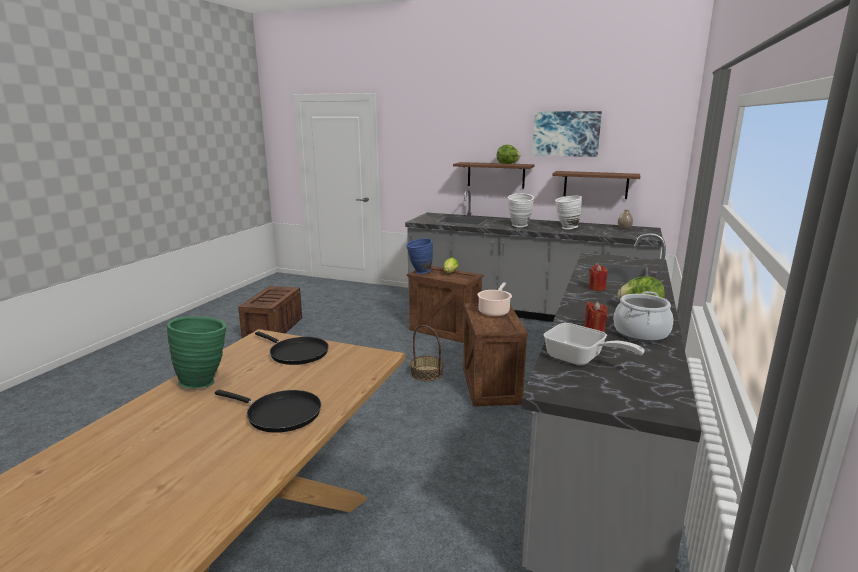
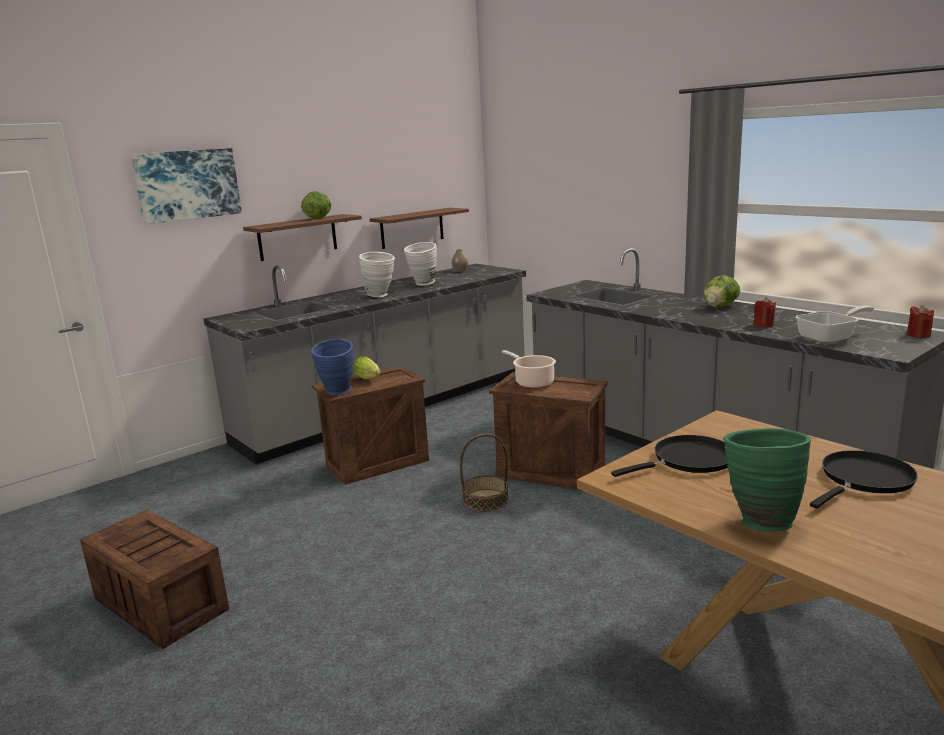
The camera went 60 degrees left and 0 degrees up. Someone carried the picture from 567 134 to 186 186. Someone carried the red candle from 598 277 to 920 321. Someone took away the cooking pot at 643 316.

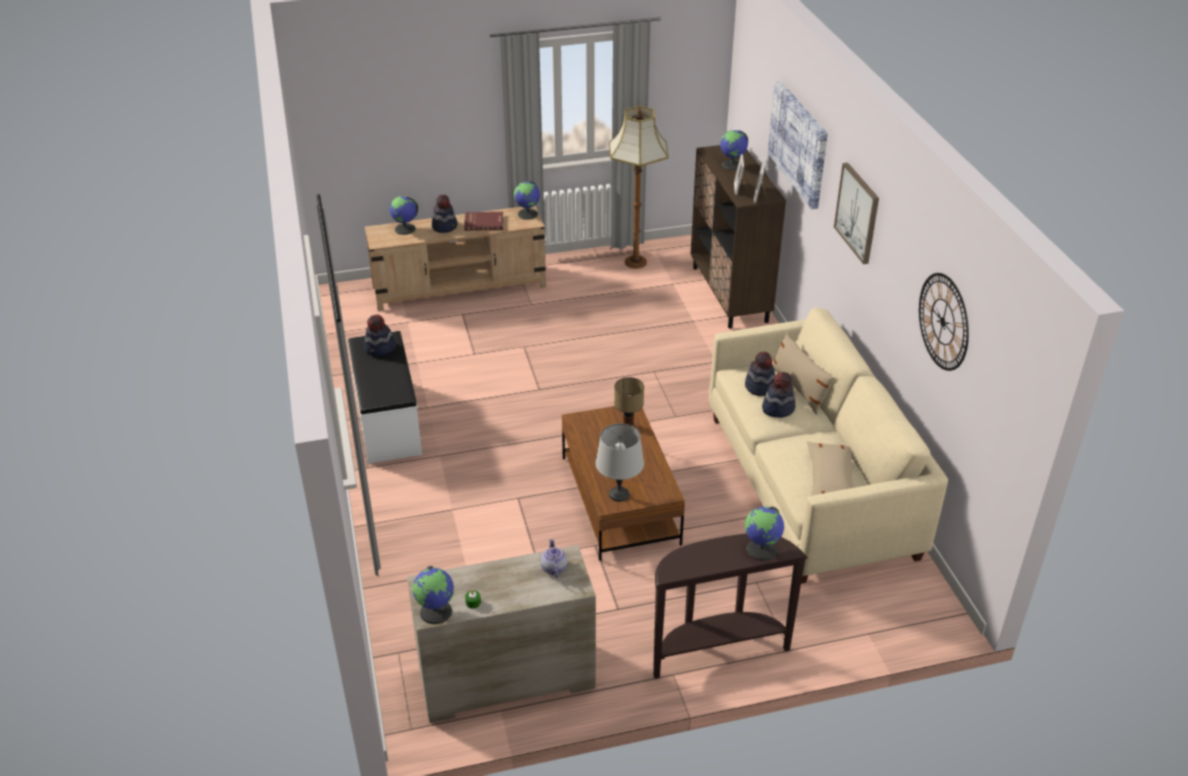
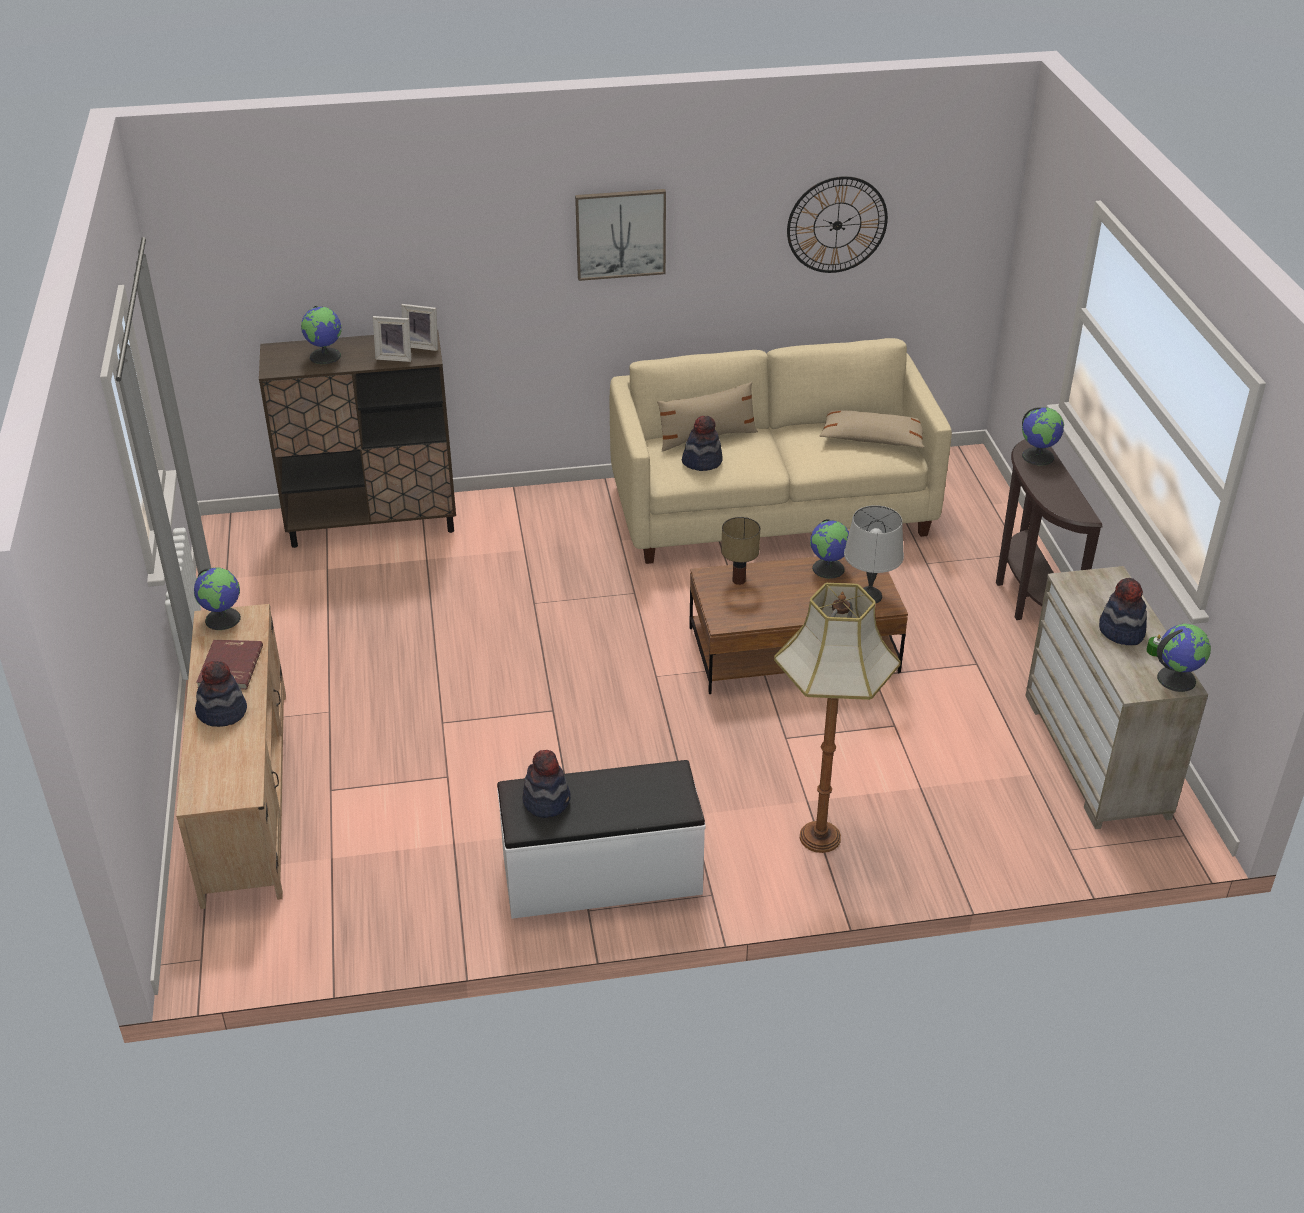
The camera went 85 degrees left and 0 degrees up. Someone carried the globe from 404 215 to 829 549. Someone took away the teapot at 554 558. Someone carried the floor lamp from 639 187 to 837 718. Someone carried the hat from 779 395 to 1123 611. Someone took away the picture at 798 145.

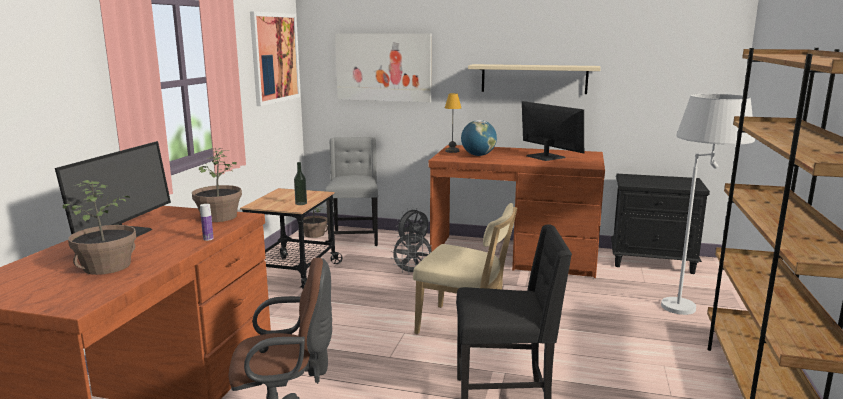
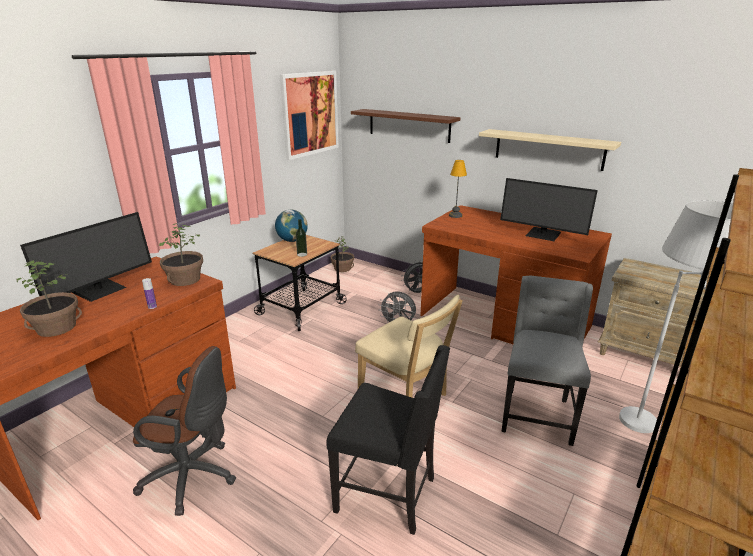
The camera went 20 degrees right and 10 degrees up. Someone carried the grey chair from 351 191 to 547 361. Someone swapped the picture at 383 67 for the brown shelf at 406 126. Someone carried the globe from 479 138 to 291 226. Someone rotated the monitor at 553 131 by 135 degrees clockwise. Someone repainted the black nightstand at 660 224, which became the beige nightstand at 653 312.

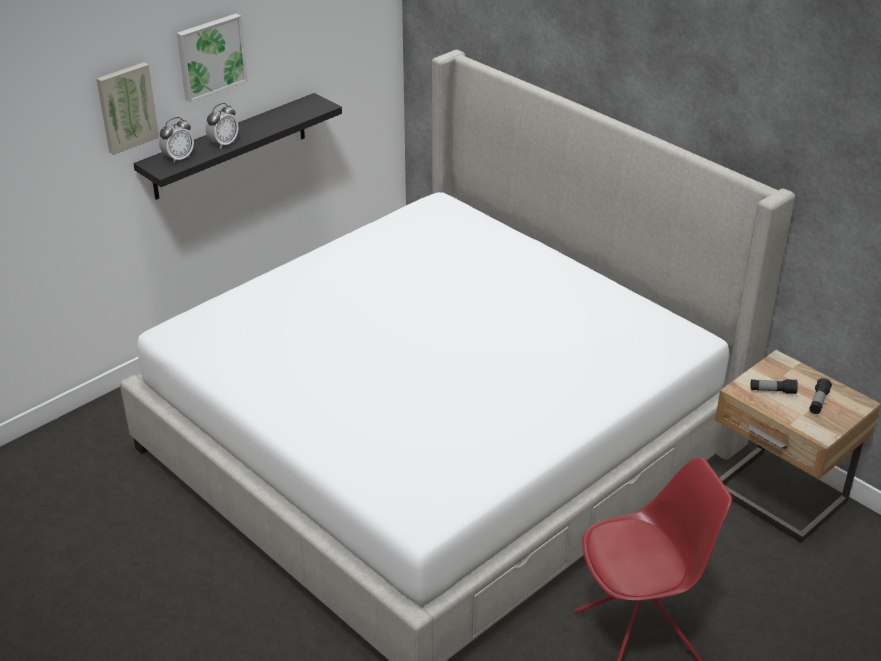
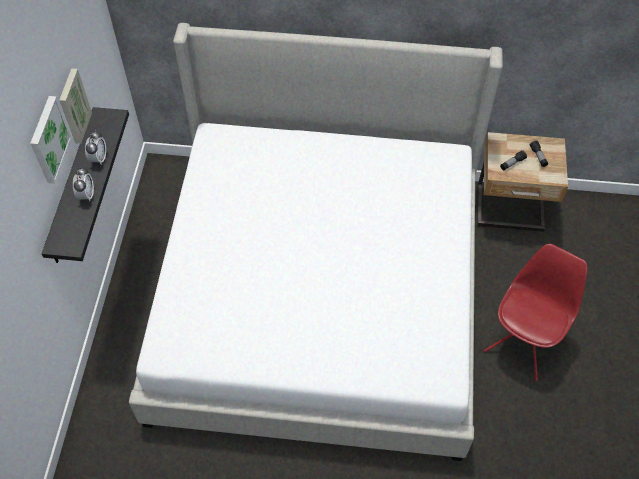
The camera went 40 degrees left and 20 degrees up. Someone carried the picture from 127 108 to 75 106. Someone carried the alarm clock from 176 140 to 95 147.

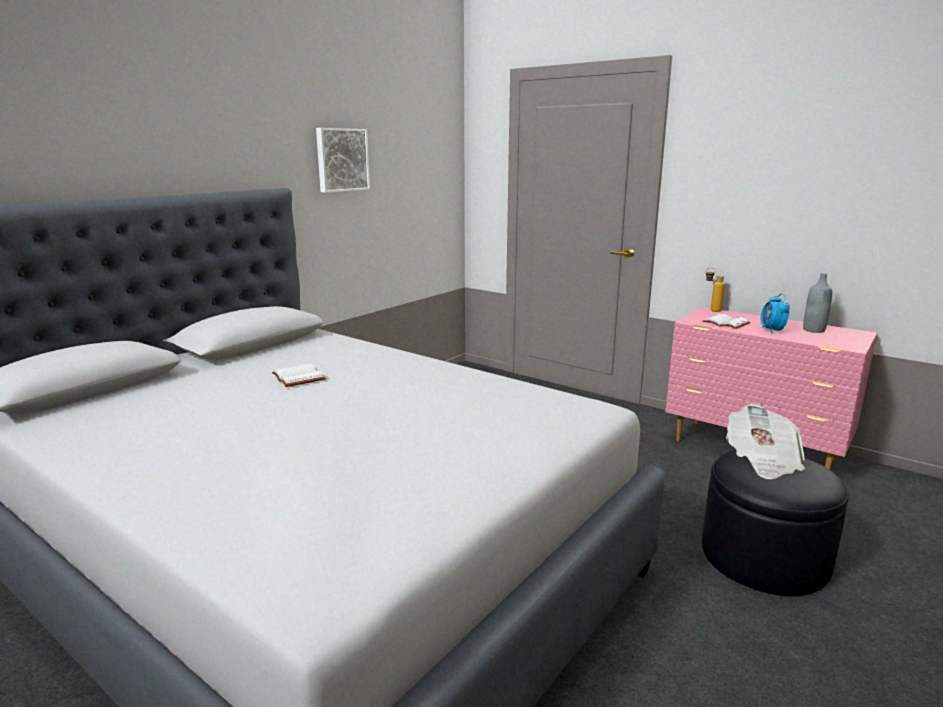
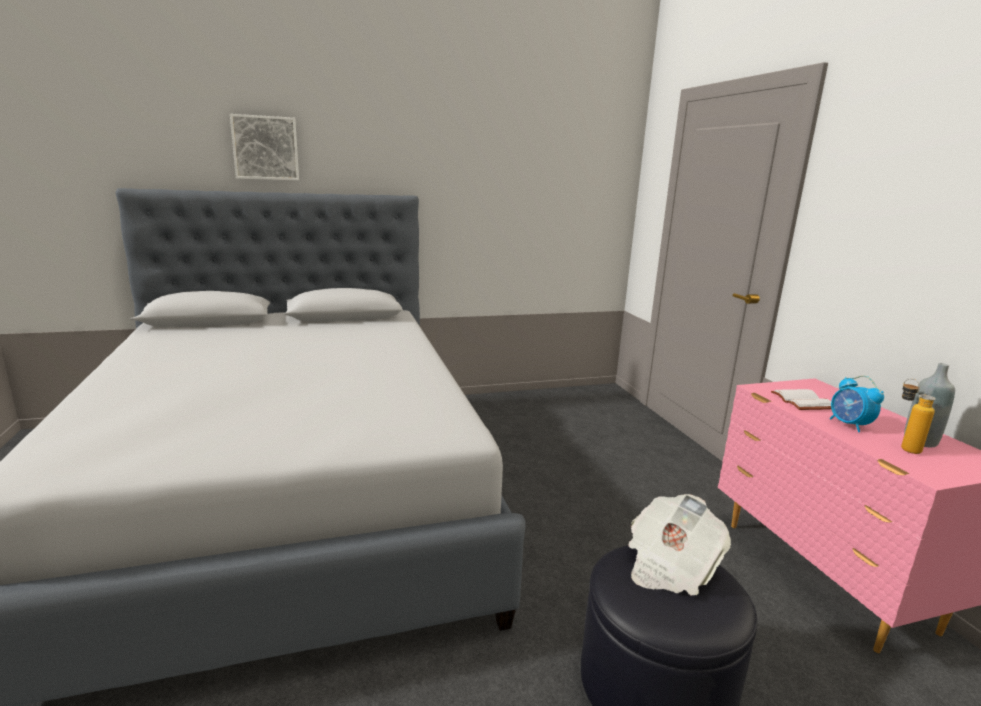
The camera went 35 degrees right and 0 degrees up. Someone took away the white book at 299 375. Someone carried the picture from 343 160 to 264 147. Someone carried the bottle from 715 290 to 918 416. Someone rotated the alarm clock at 775 313 by 60 degrees counterclockwise.

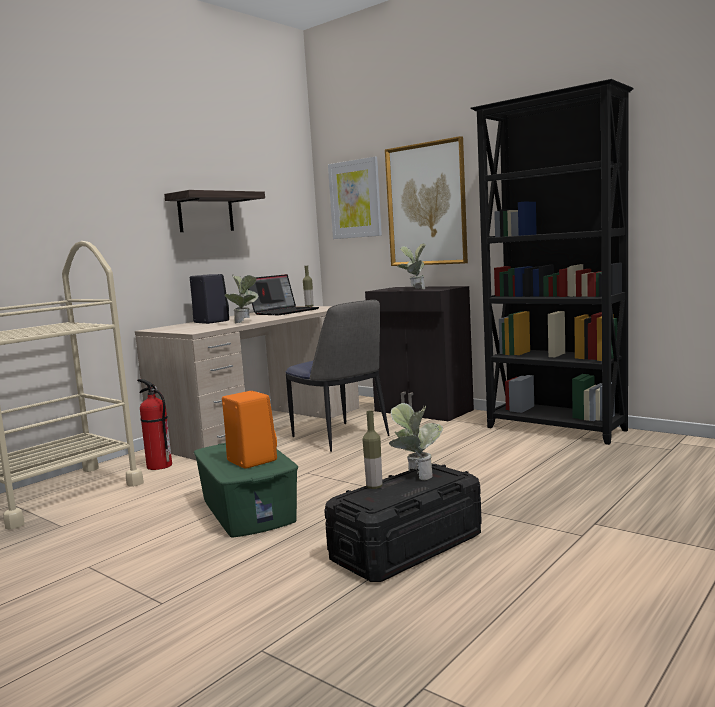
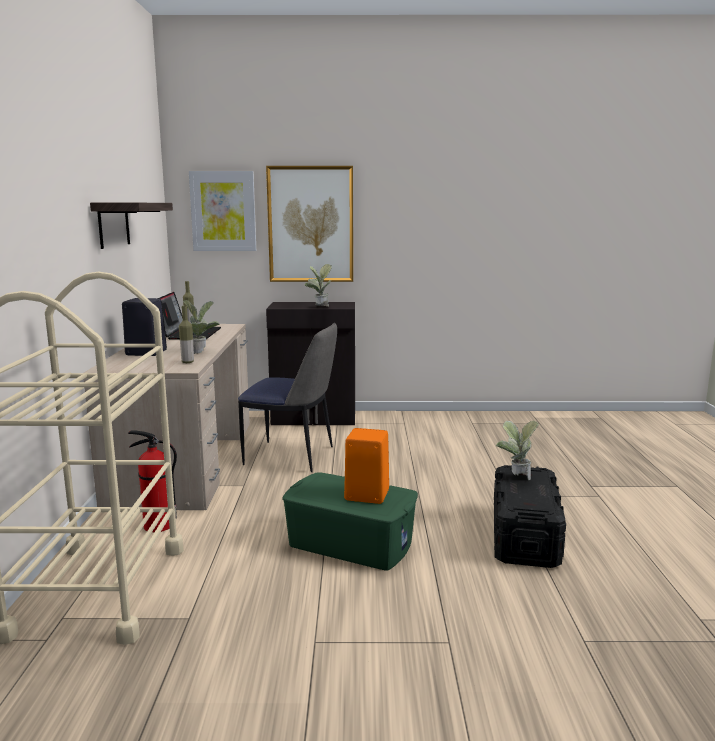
The camera went 40 degrees left and 5 degrees up. Someone carried the bottle from 372 450 to 186 334. Someone took away the black bookcase at 552 262.

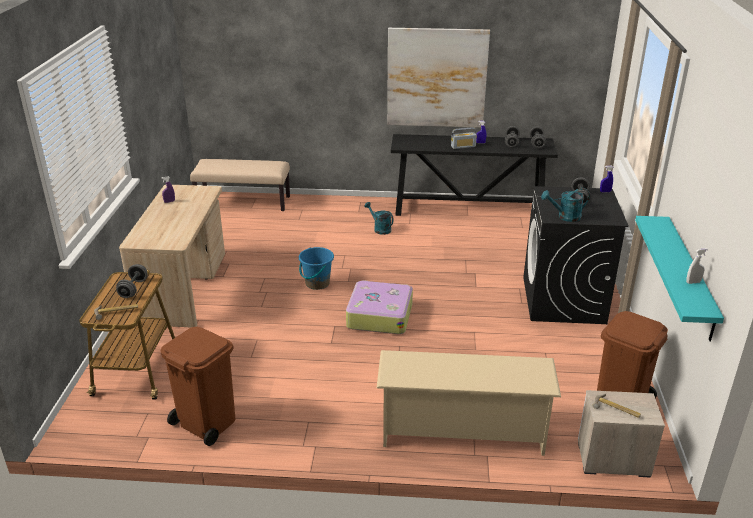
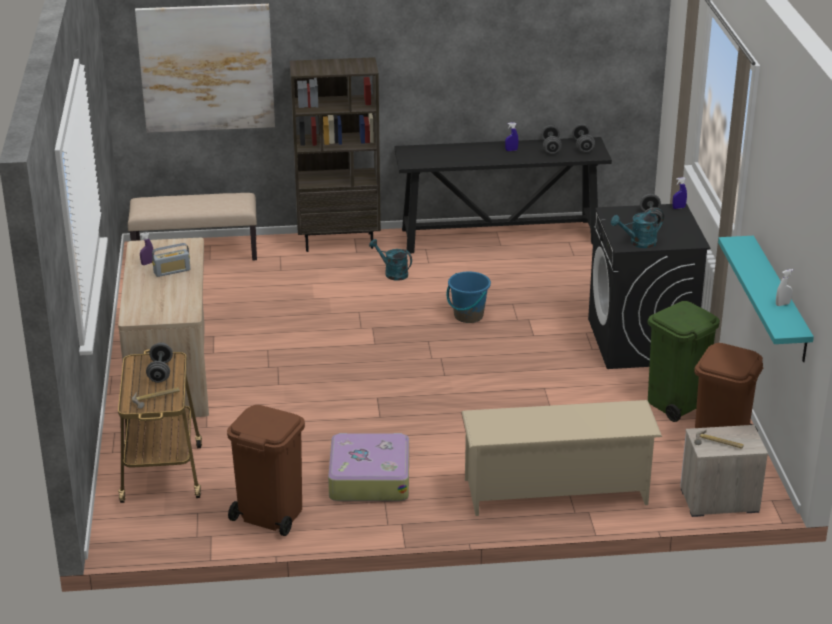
The camera went 10 degrees left and 0 degrees up. Someone carried the blue bucket from 316 268 to 469 297. Someone carried the suitcase from 379 307 to 368 467. Someone carried the picture from 438 77 to 205 68. Someone carried the radio from 464 138 to 171 260. Someone put down the brown bookcase at 335 154. Someone put down the green trash can at 684 361.

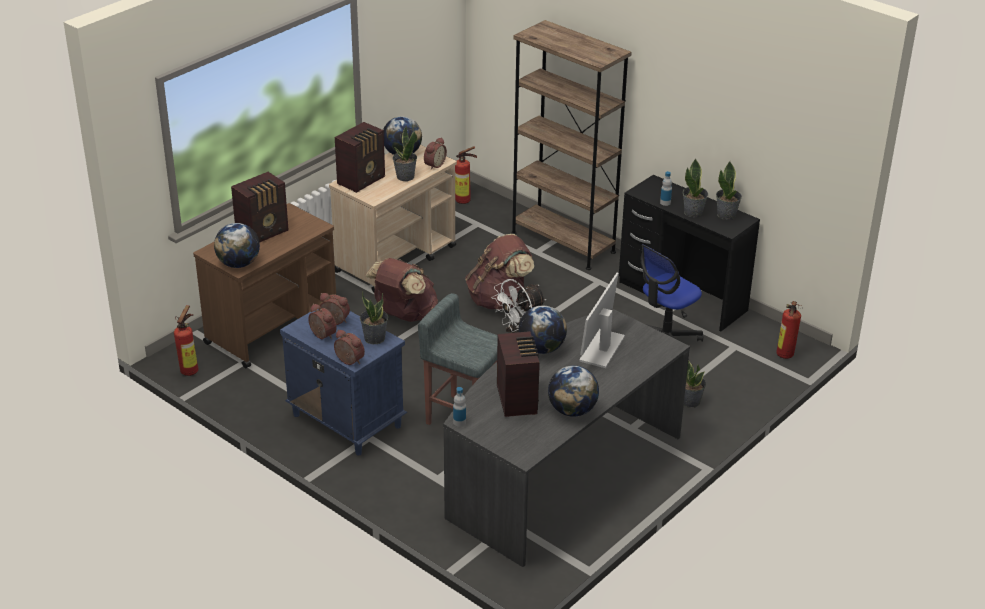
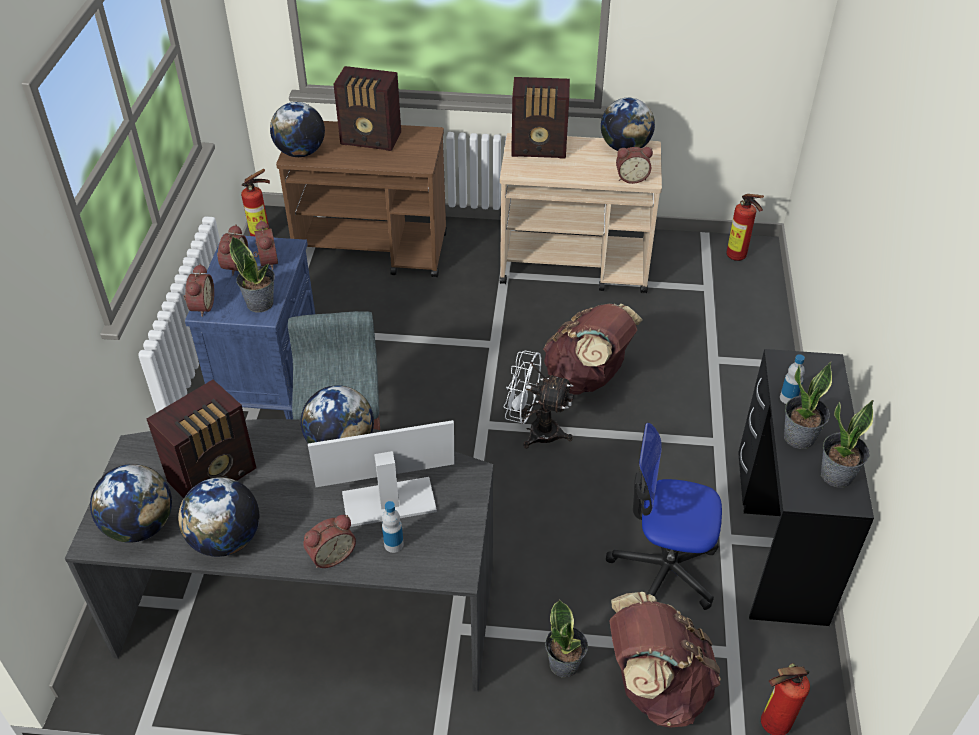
The camera went 55 degrees right and 10 degrees up. Someone carried the brown backpack from 401 290 to 665 660. Someone took away the potted plant at 404 153. Someone carried the bottle from 459 407 to 393 527. Someone took away the brown bookcase at 571 145. Someone put down the globe at 131 503. Someone put down the alarm clock at 329 541.

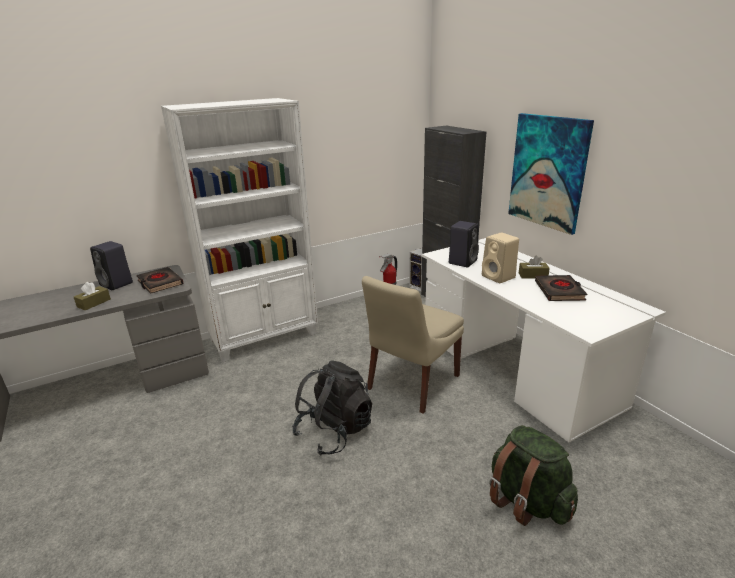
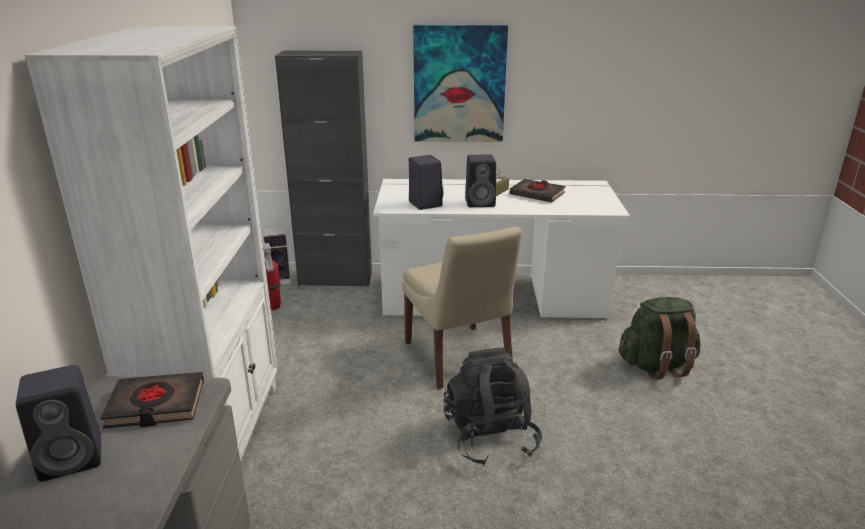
The camera went 60 degrees left and 0 degrees up. Someone took away the brown tissue box at 92 296. Someone repainted the beige speaker at 500 258, which became the black speaker at 480 180.

